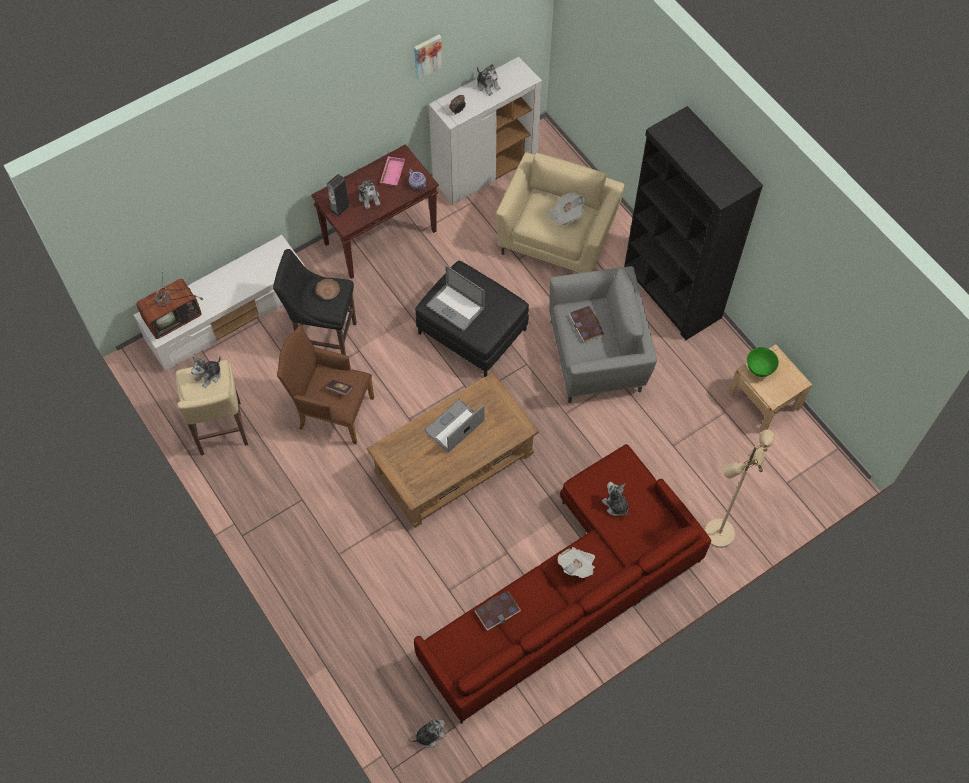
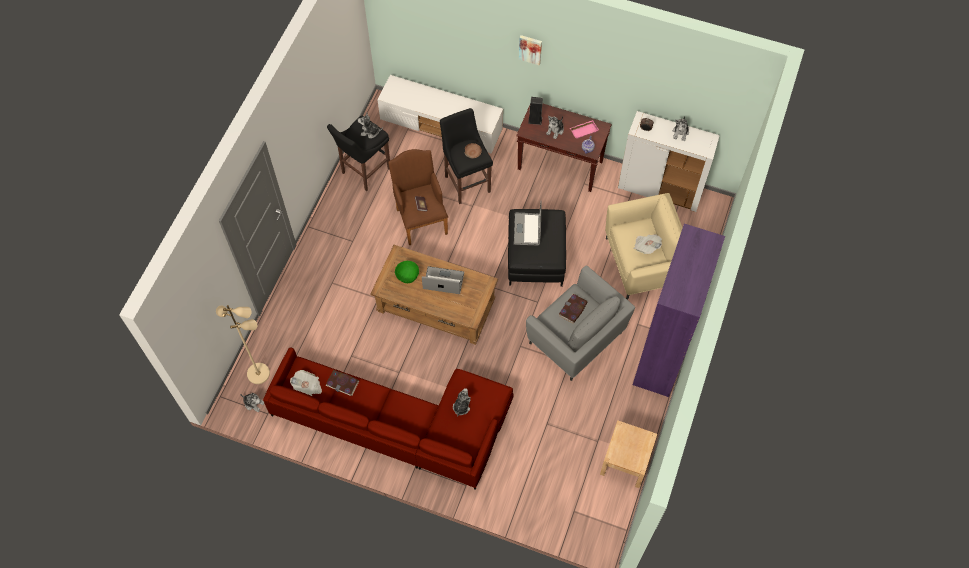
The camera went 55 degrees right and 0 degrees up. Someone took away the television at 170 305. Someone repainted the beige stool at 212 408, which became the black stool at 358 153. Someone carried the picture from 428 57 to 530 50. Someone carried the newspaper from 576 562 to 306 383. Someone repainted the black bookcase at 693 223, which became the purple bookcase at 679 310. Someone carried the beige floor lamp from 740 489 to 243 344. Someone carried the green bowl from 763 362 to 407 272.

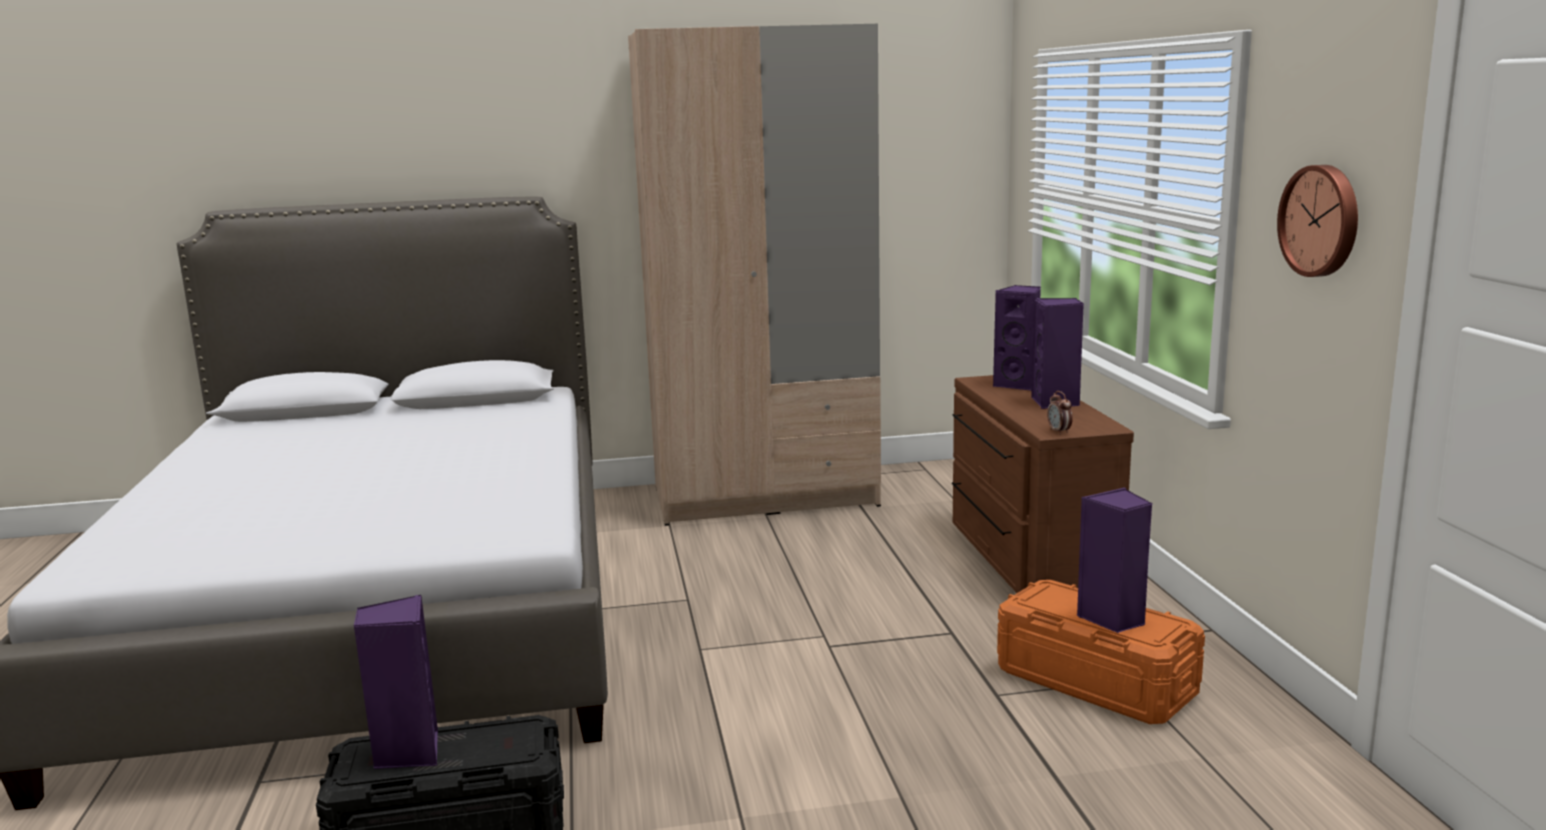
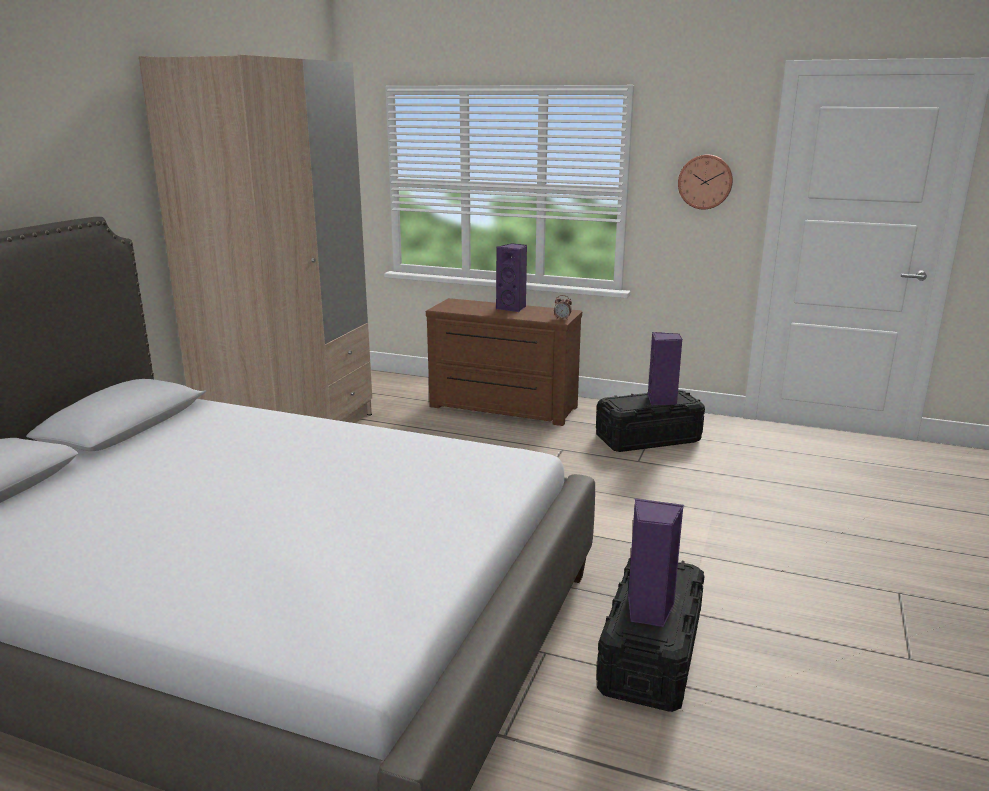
The camera went 60 degrees left and 5 degrees up. Someone took away the purple speaker at 1017 338. Someone repainted the orange storage box at 1101 652, which became the black storage box at 650 421.

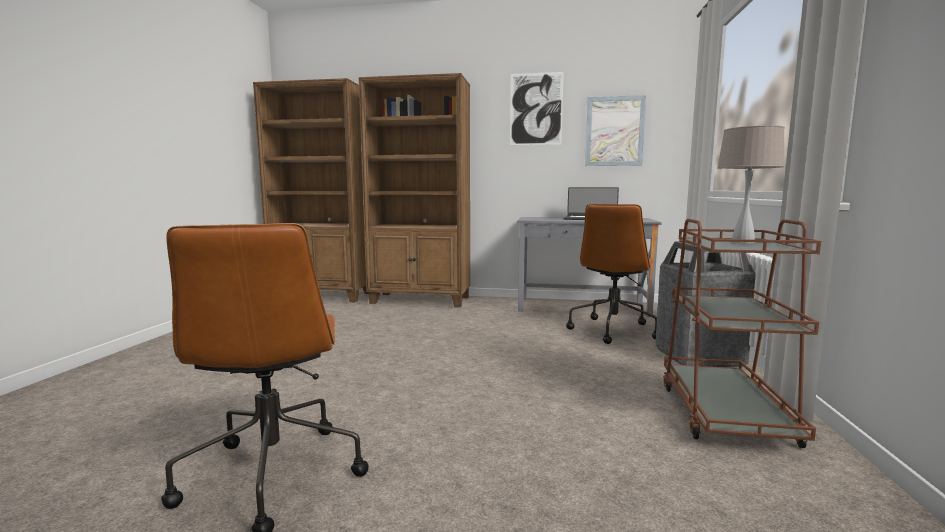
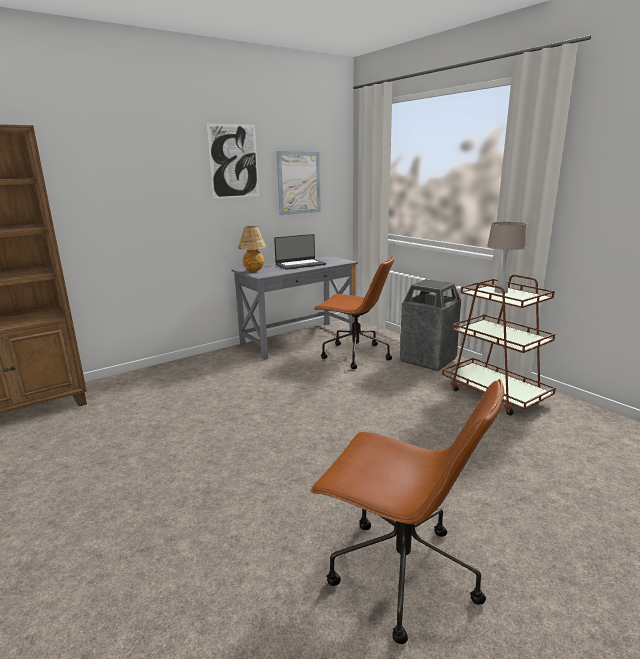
The camera went 45 degrees left and 10 degrees up. Someone took away the brown bookcase at 414 190. Someone rotated the brown office chair at 611 274 by 45 degrees counterclockwise. Someone put down the table lamp at 252 248.

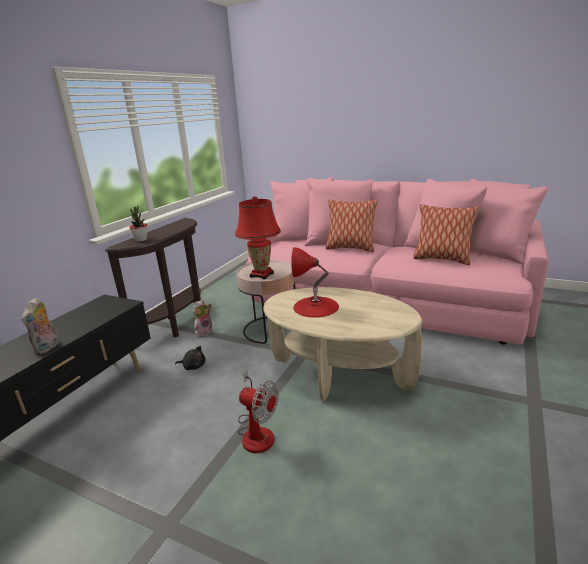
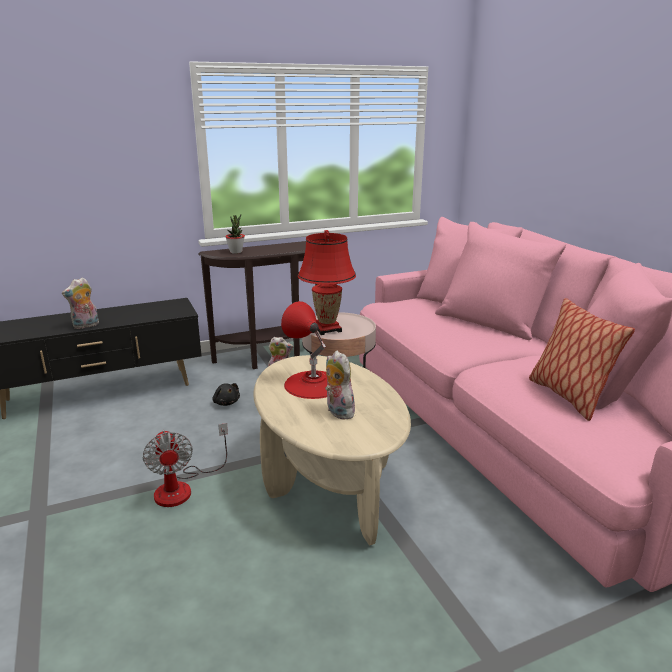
The camera went 40 degrees right and 0 degrees up. Someone took away the pillow at 351 225. Someone put down the plush toy at 340 385.

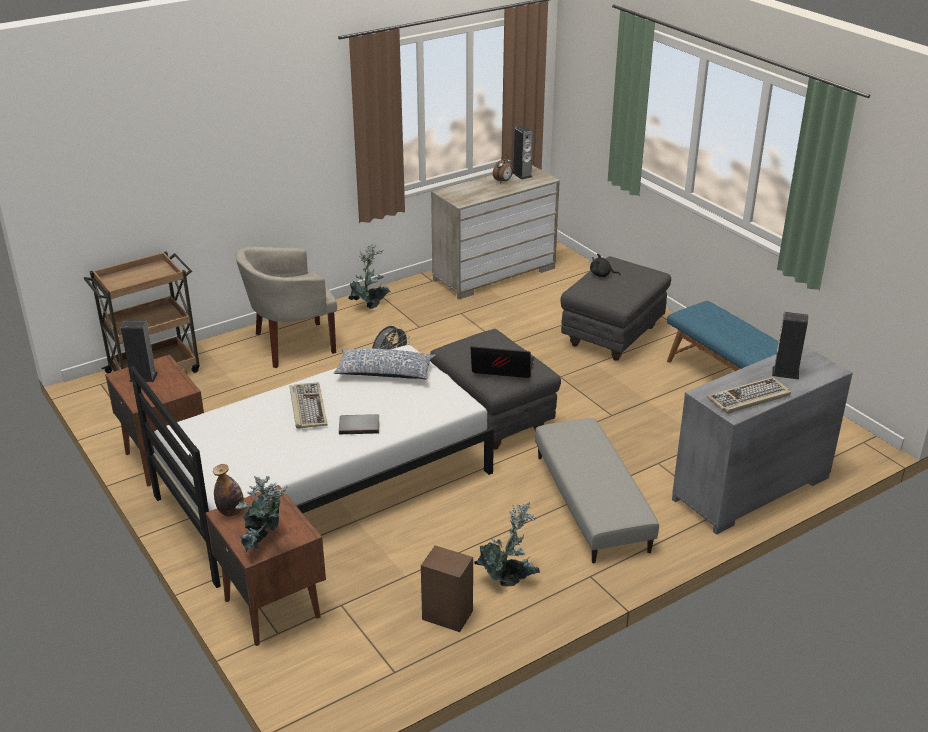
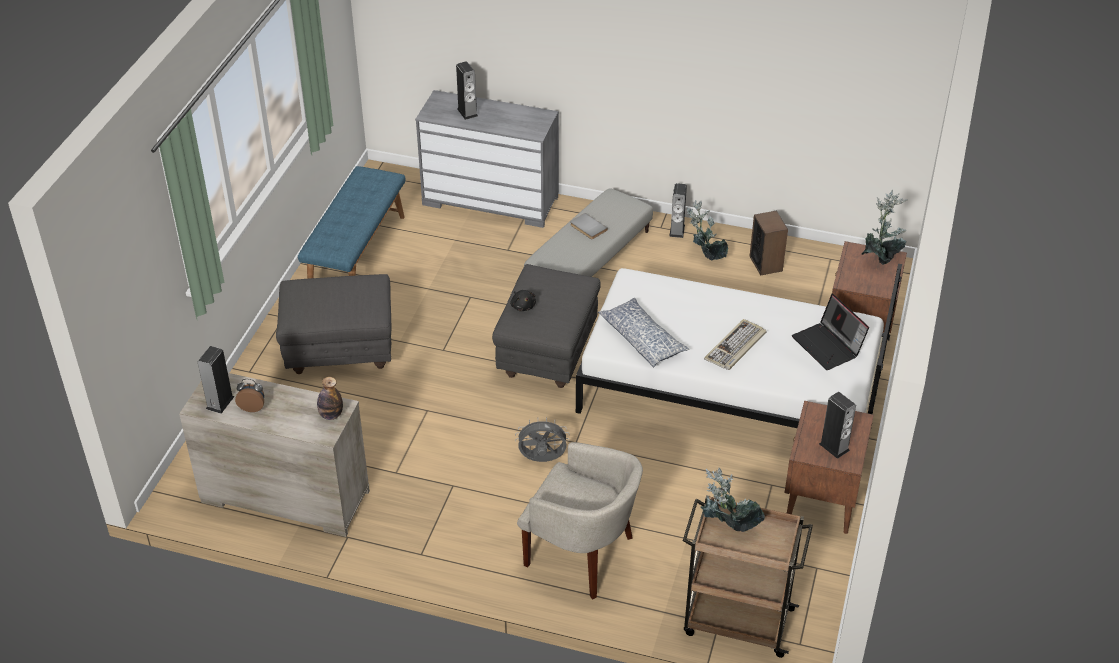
The camera went 130 degrees left and 10 degrees up. Someone carried the bottle from 228 490 to 330 398. Someone carried the grey book from 359 424 to 589 226. Someone carried the potted plant from 369 276 to 733 500. Someone carried the laptop from 502 362 to 830 332. Someone carried the black plush toy from 605 265 to 523 300. Someone took away the keyboard at 749 395. Someone put down the speaker at 678 210.

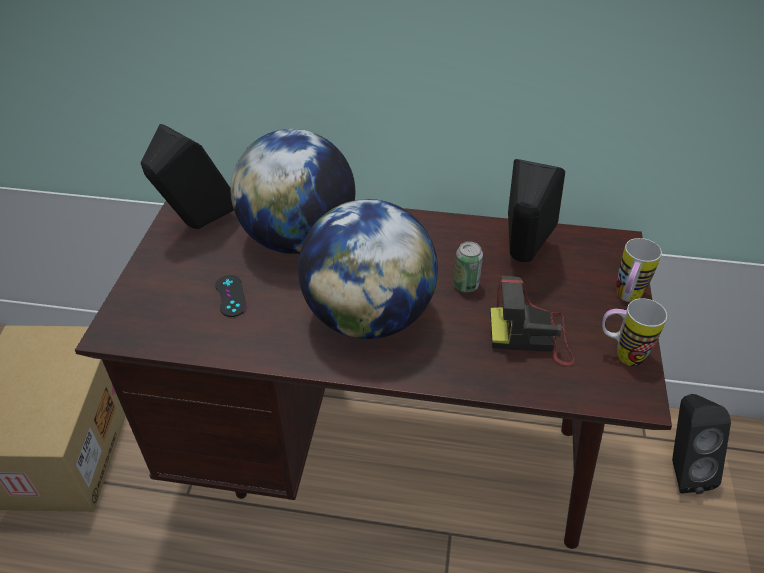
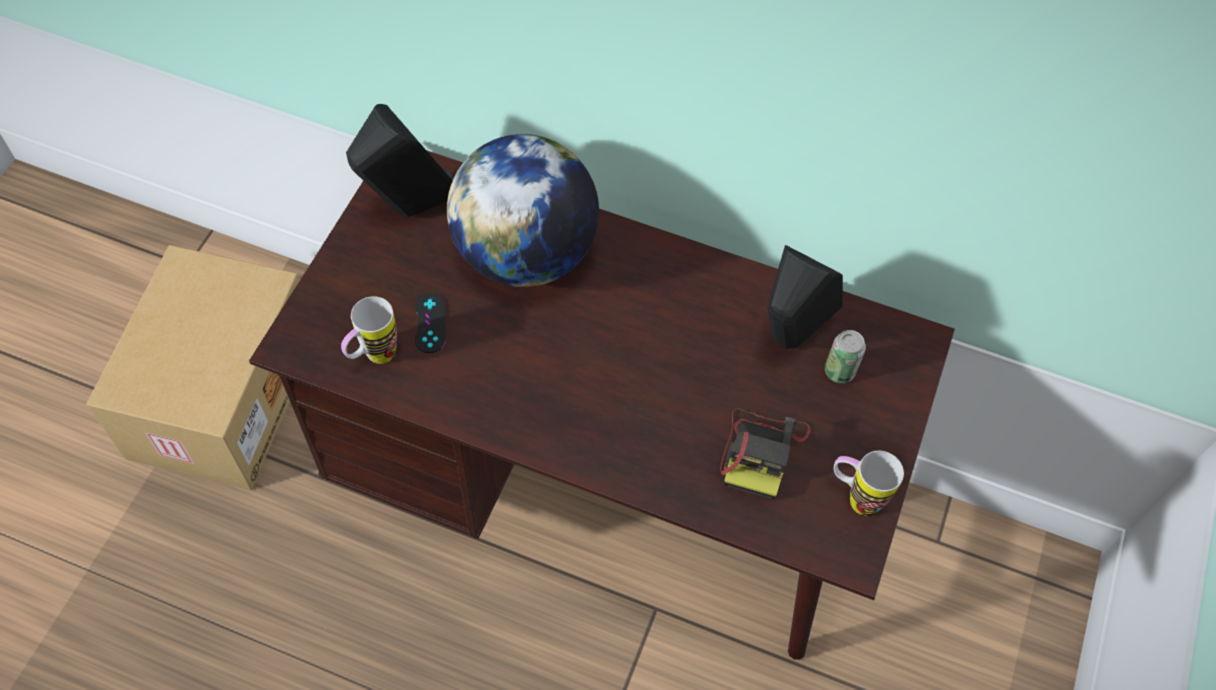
The camera went 10 degrees right and 15 degrees up. Someone took away the globe at 368 269. Someone carried the can from 468 266 to 845 356. Someone rotated the photo camera at 532 321 by 90 degrees counterclockwise. Someone carried the mug from 639 270 to 369 330. Someone took away the black speaker at 701 444.

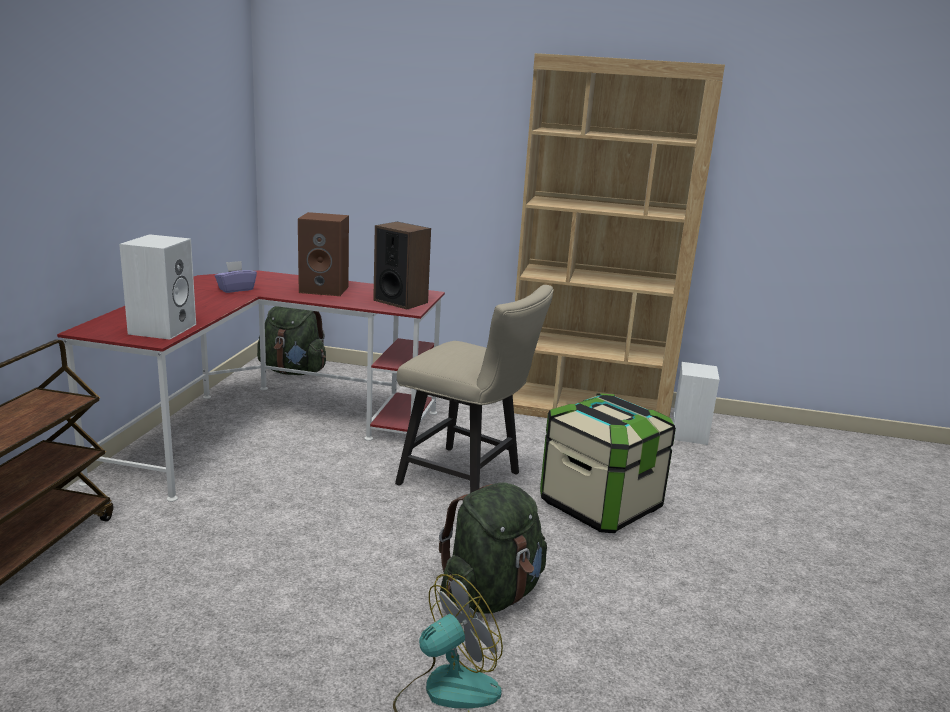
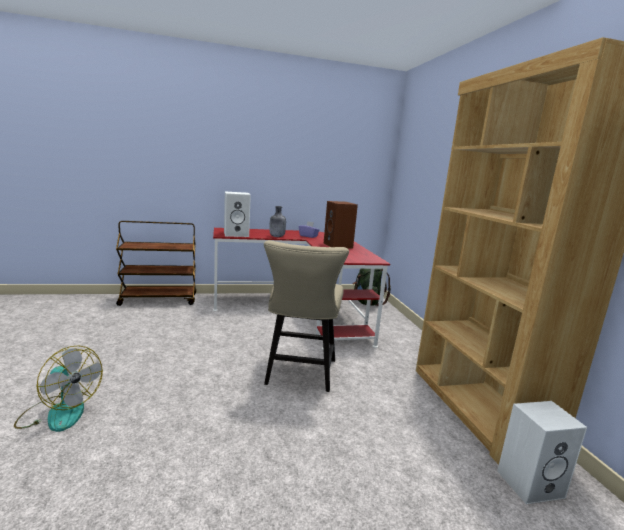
The camera went 65 degrees right and 5 degrees down. Someone took away the speaker at 402 265. Someone took away the green backpack at 493 548. Someone took away the storage box at 608 463. Someone put down the grey bottle at 278 221.

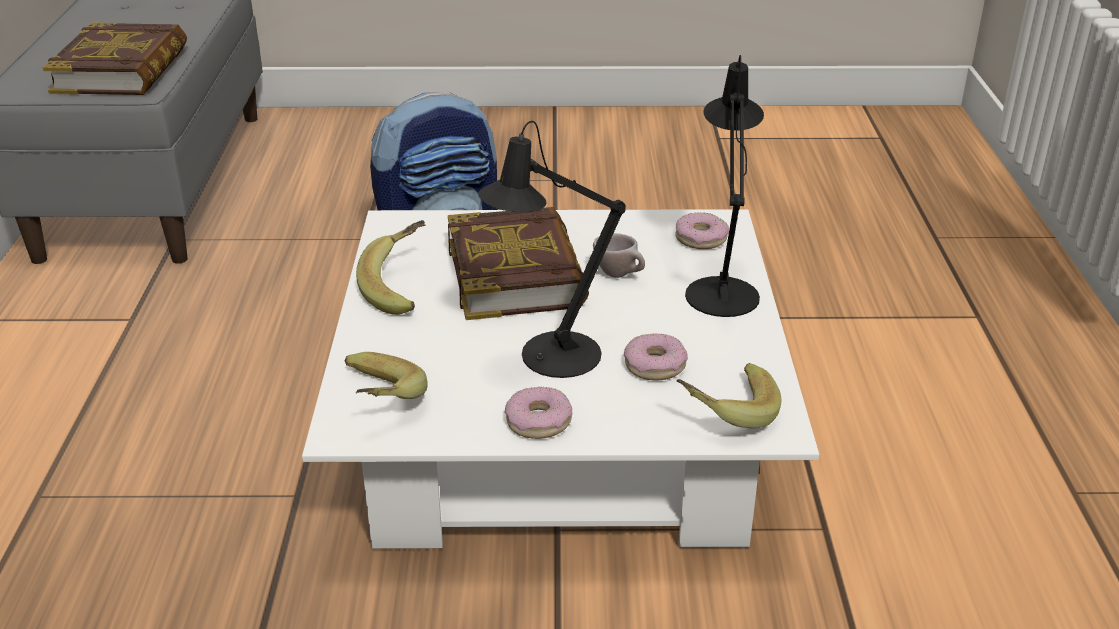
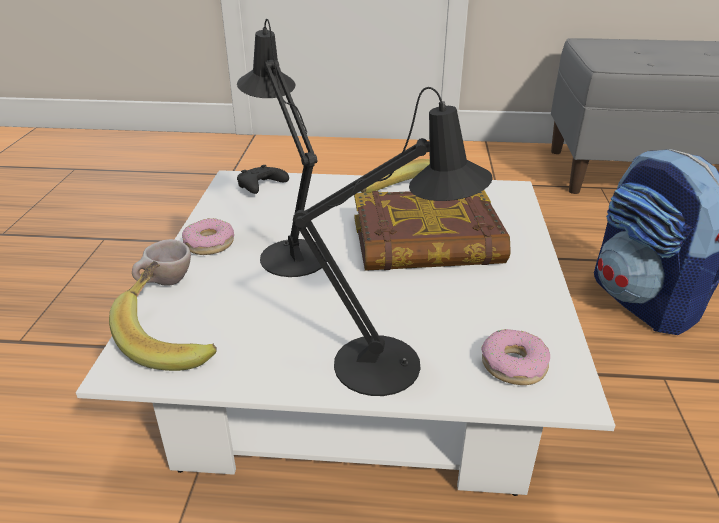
The camera went 95 degrees right and 0 degrees up. Someone took away the book at 114 58. Someone swapped the banana at 386 375 for the black game controller at 263 179. Someone carried the beige cup from 619 255 to 161 262. Someone took away the donut at 656 356.

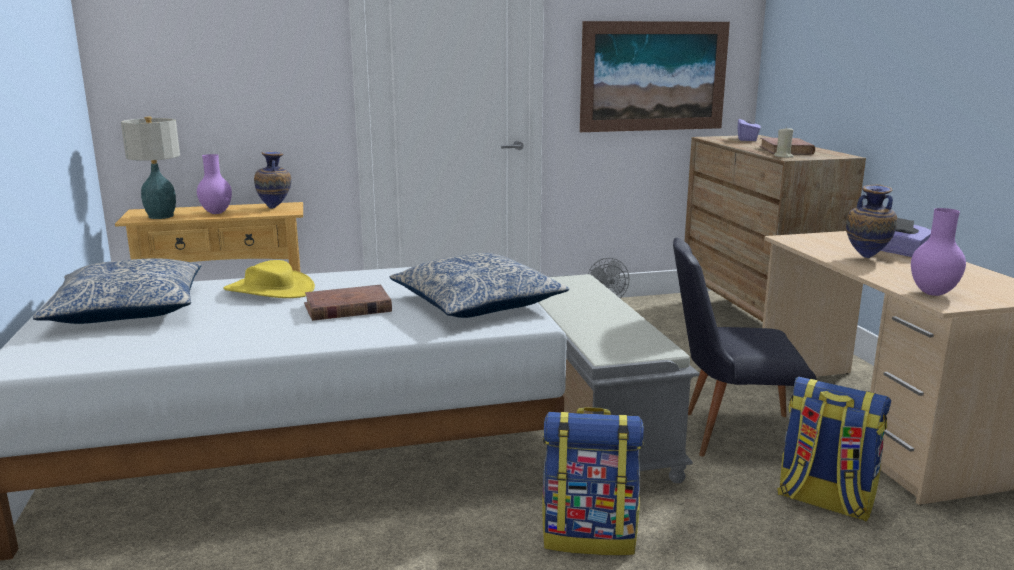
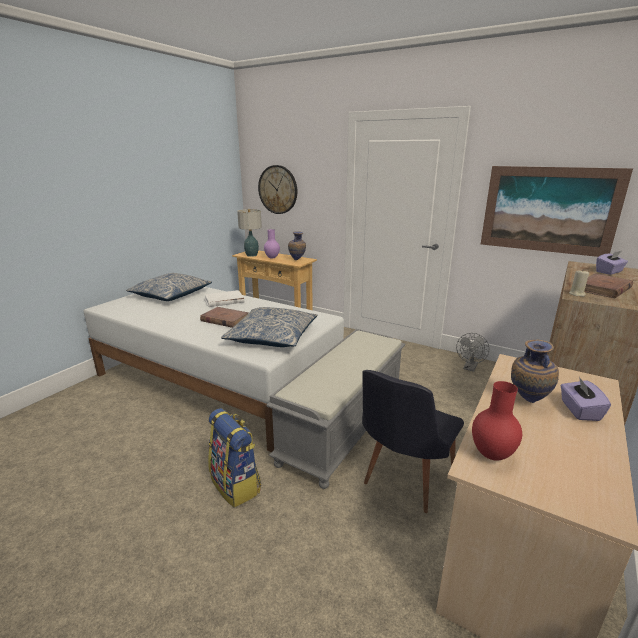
The camera went 45 degrees right and 5 degrees up. Someone swapped the yellow hat at 269 279 for the white book at 224 298. Someone rotated the black chair at 745 347 by 105 degrees counterclockwise. Someone took away the backpack at 834 449. Someone repainted the purple vase at 938 252, which became the red vase at 497 421. Someone put up the wall clock at 277 189.

